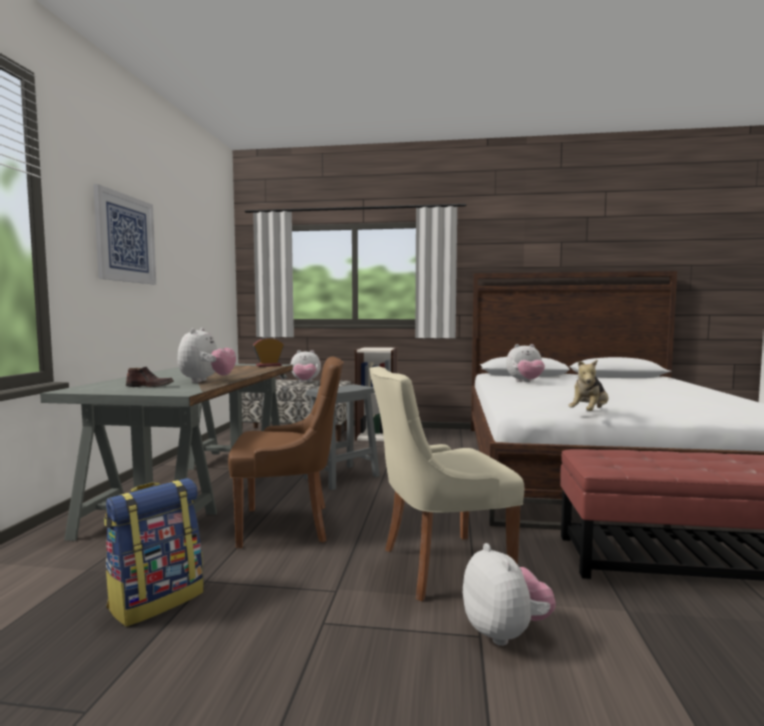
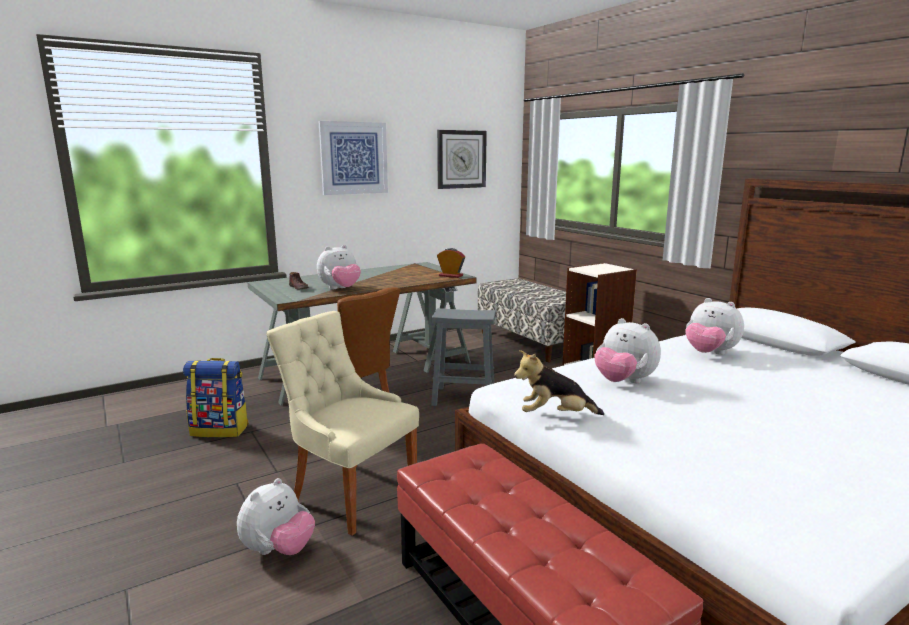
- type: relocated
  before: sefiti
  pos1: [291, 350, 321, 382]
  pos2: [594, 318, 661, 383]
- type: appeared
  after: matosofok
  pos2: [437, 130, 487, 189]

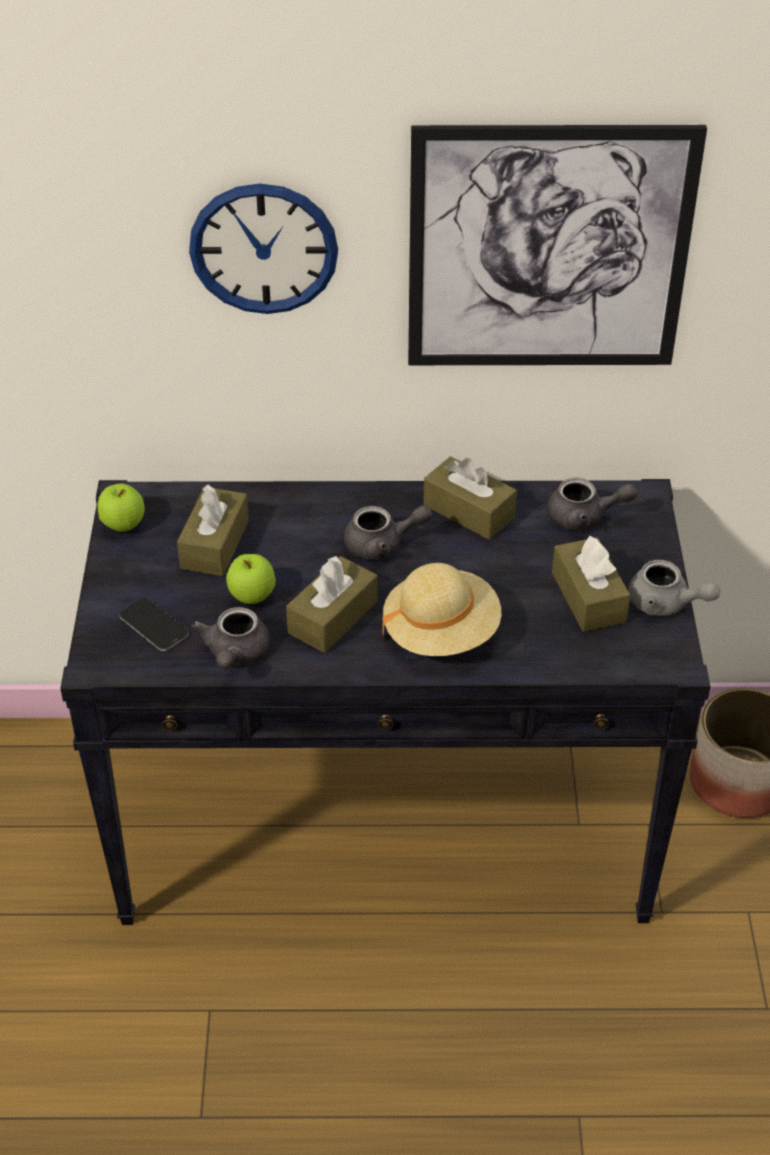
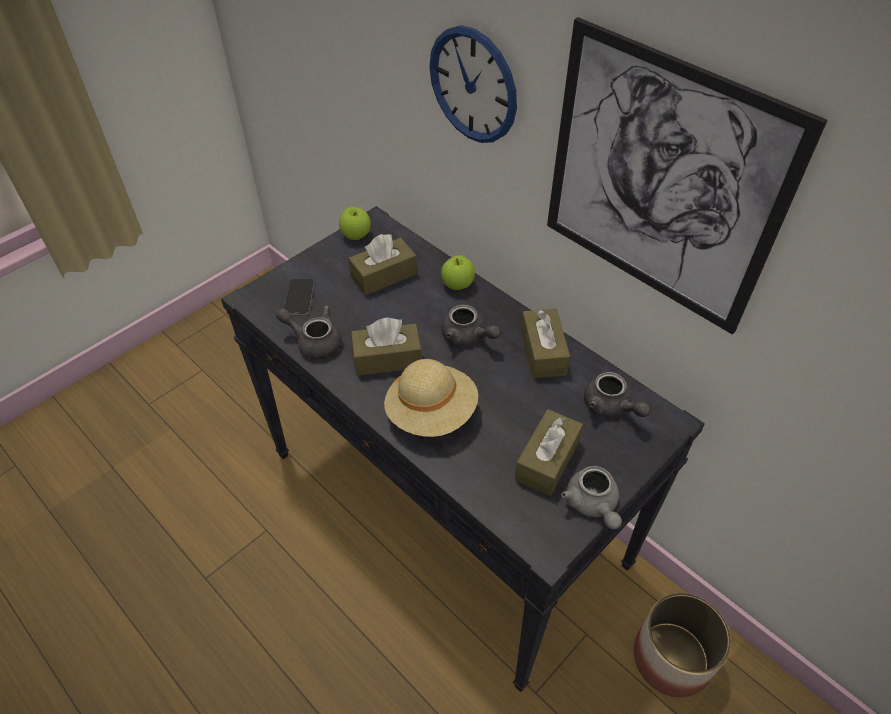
- type: spun
  before: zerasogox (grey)
  pos1: [192, 607, 270, 669]
  pos2: [276, 306, 342, 359]
  turn: 60
- type: relocated
  before: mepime
  pos1: [226, 554, 276, 604]
  pos2: [441, 255, 475, 290]

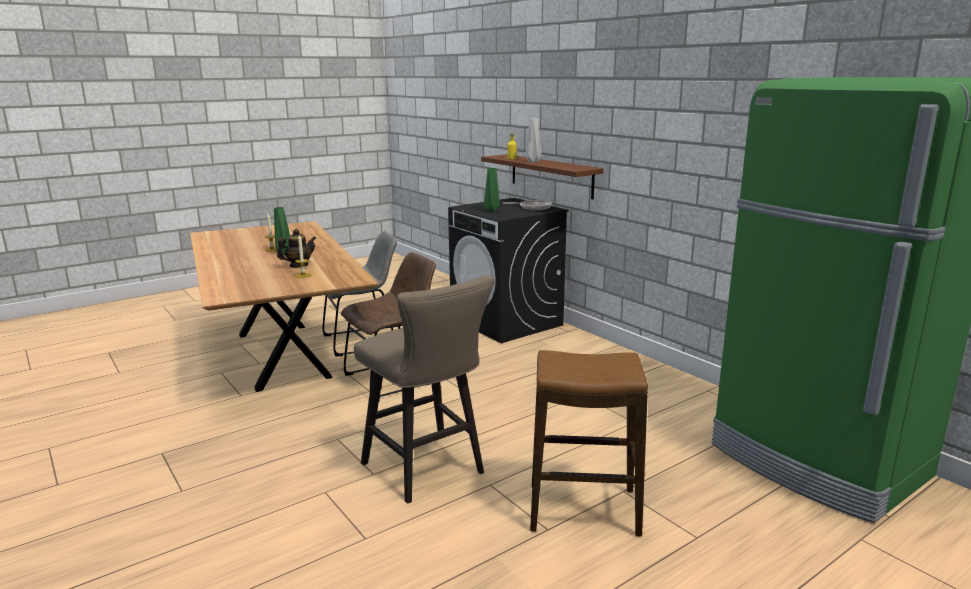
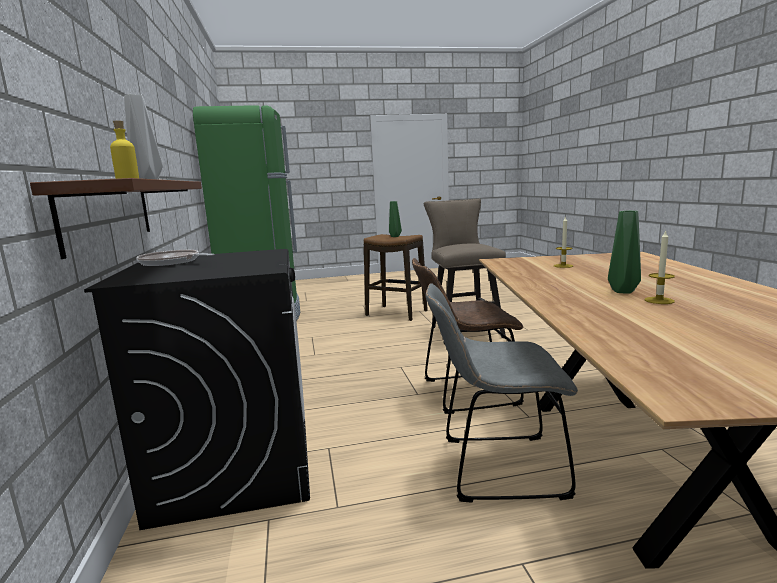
- type: missing
  before: zerasogox
  pos1: [277, 229, 316, 267]
- type: relocated
  before: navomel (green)
  pos1: [484, 168, 500, 212]
  pos2: [389, 201, 402, 237]

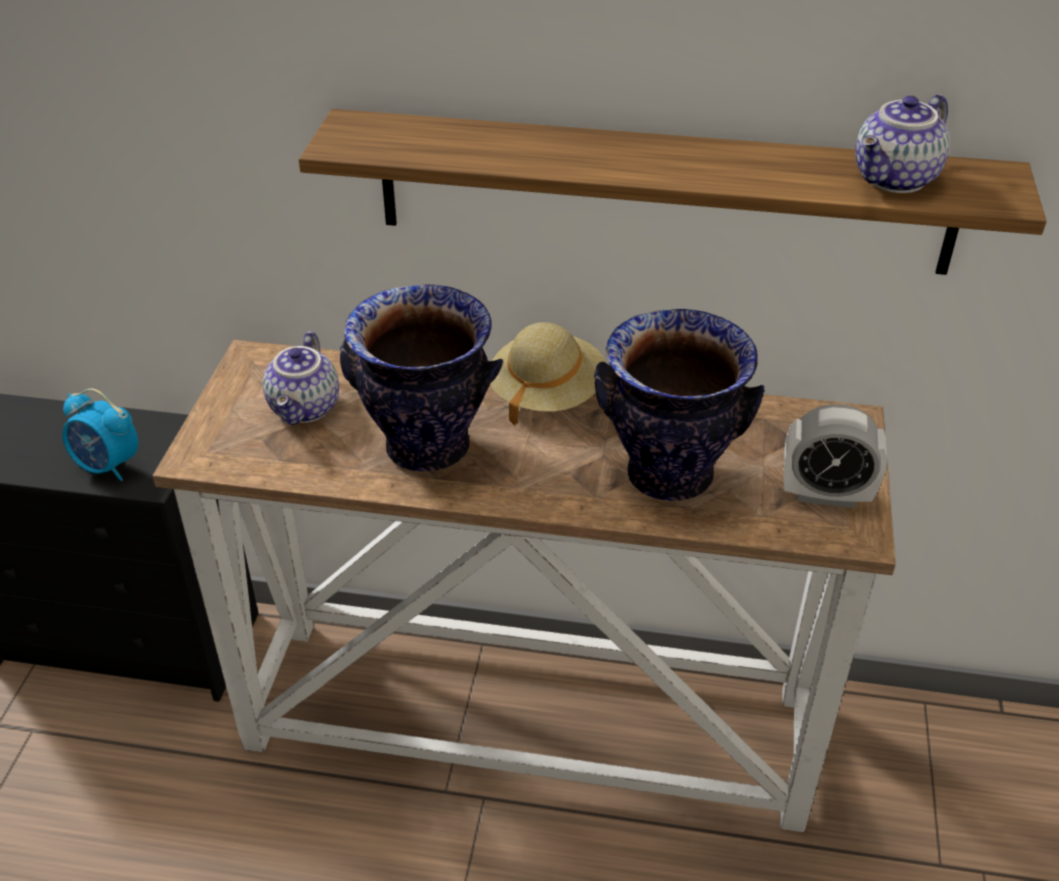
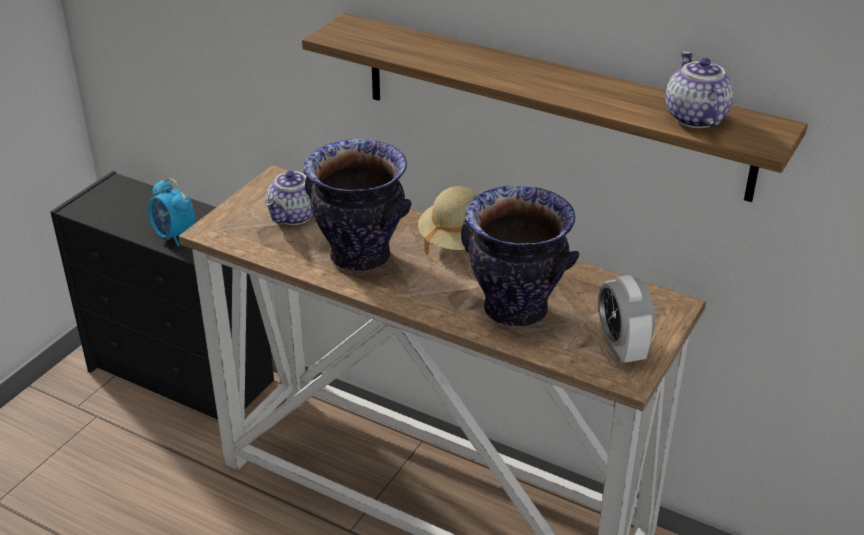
- type: spun
  before: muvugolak
  pos1: [783, 404, 887, 508]
  pos2: [598, 275, 655, 363]
  turn: 45
- type: spun
  before: zerasogox
  pos1: [855, 94, 950, 193]
  pos2: [666, 51, 734, 128]
  turn: 105

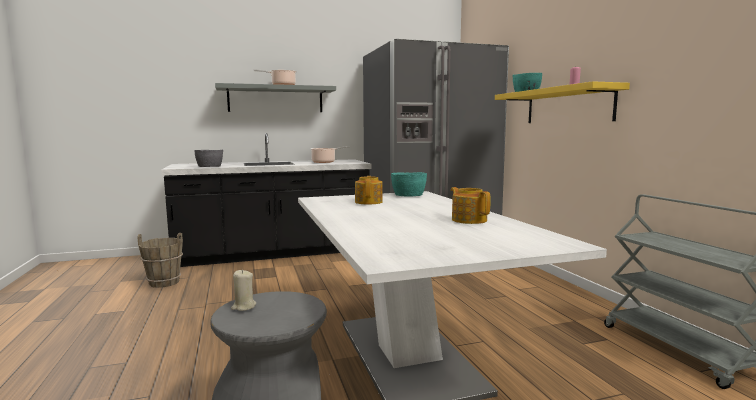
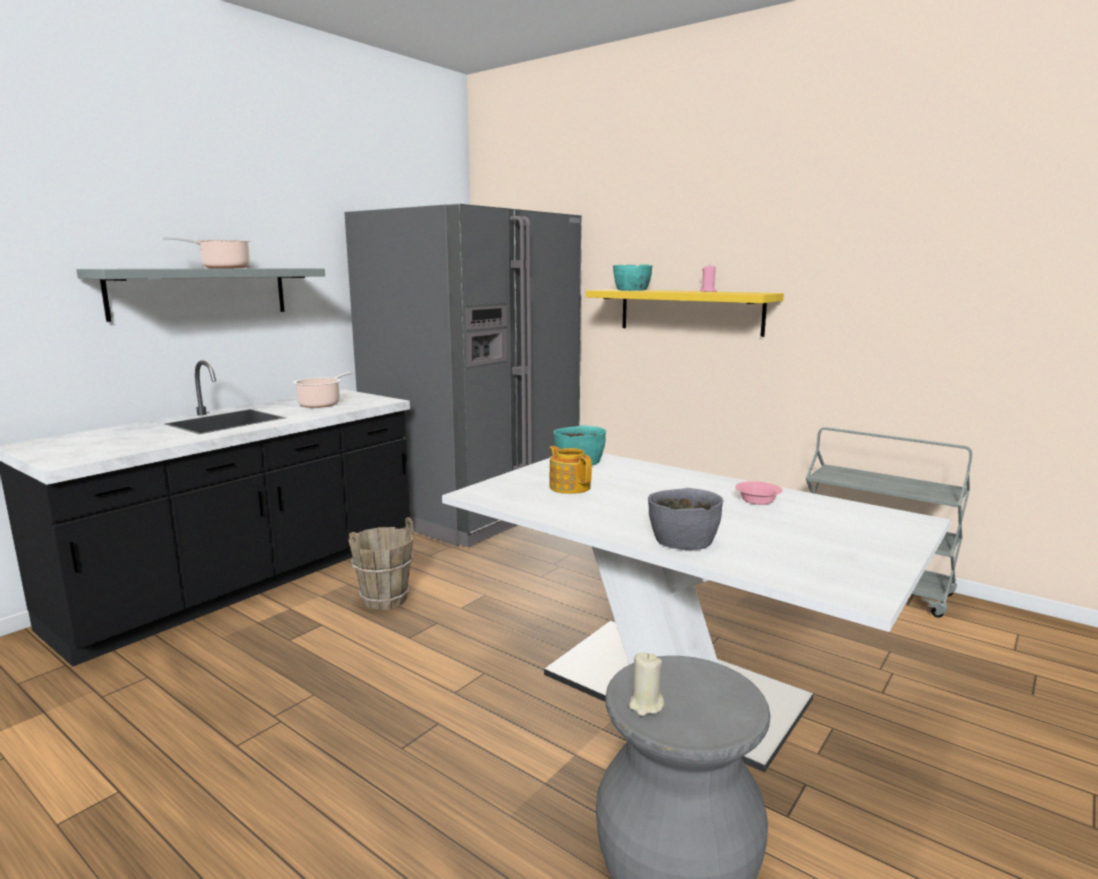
- type: relocated
  before: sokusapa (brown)
  pos1: [137, 233, 183, 288]
  pos2: [348, 517, 414, 610]
- type: relocated
  before: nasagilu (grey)
  pos1: [194, 150, 223, 167]
  pos2: [648, 488, 723, 550]
- type: exchanged
  before: zerasogox
  after: nasagilu (pink)
  pos1: [451, 187, 491, 224]
  pos2: [735, 481, 783, 505]

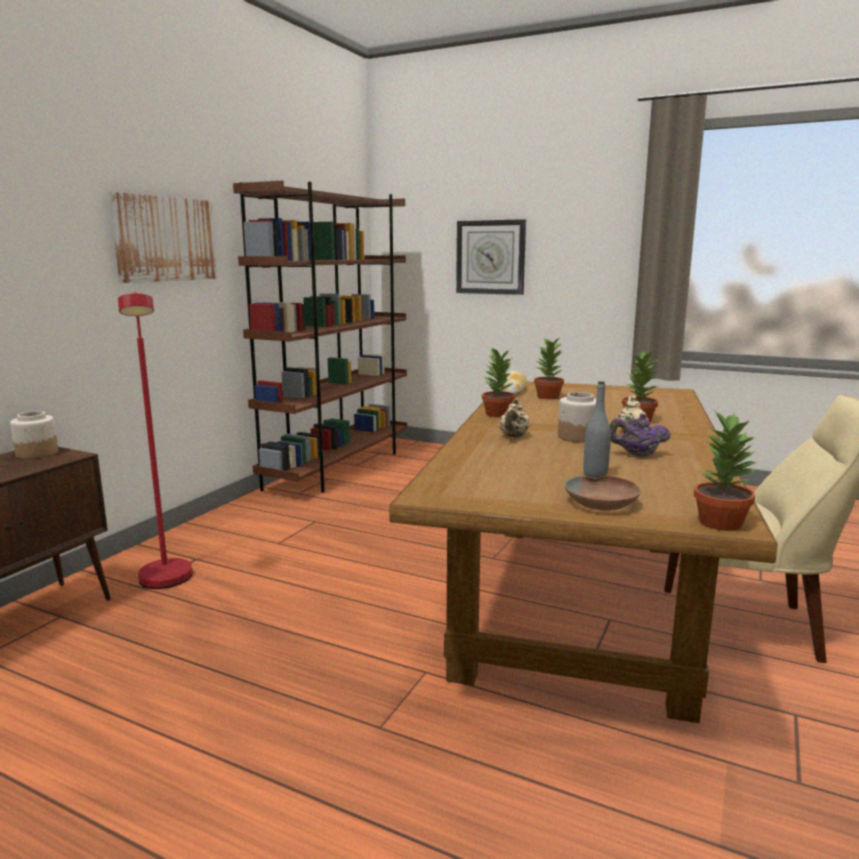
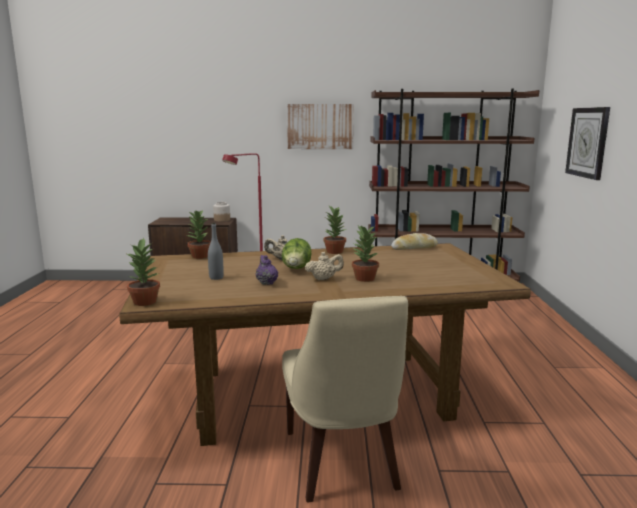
- type: relocated
  before: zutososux
  pos1: [533, 336, 564, 399]
  pos2: [187, 211, 211, 259]
- type: exchanged
  before: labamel
  after: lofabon
  pos1: [558, 392, 596, 443]
  pos2: [282, 238, 312, 269]
- type: missing
  before: nasagilu (brown)
  pos1: [565, 476, 641, 511]

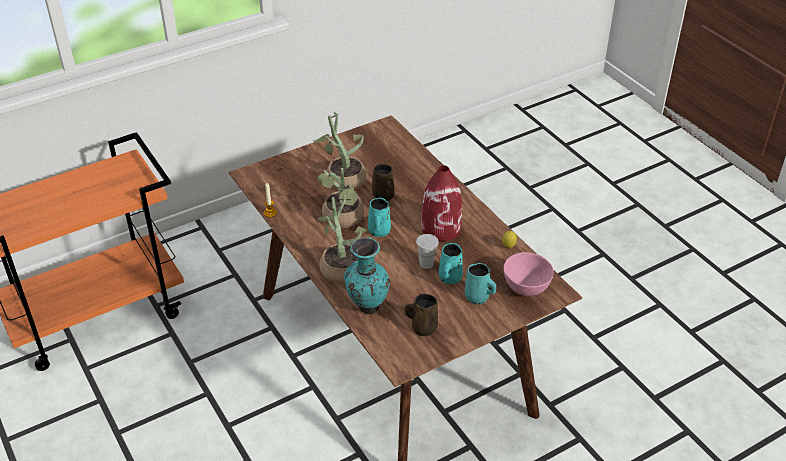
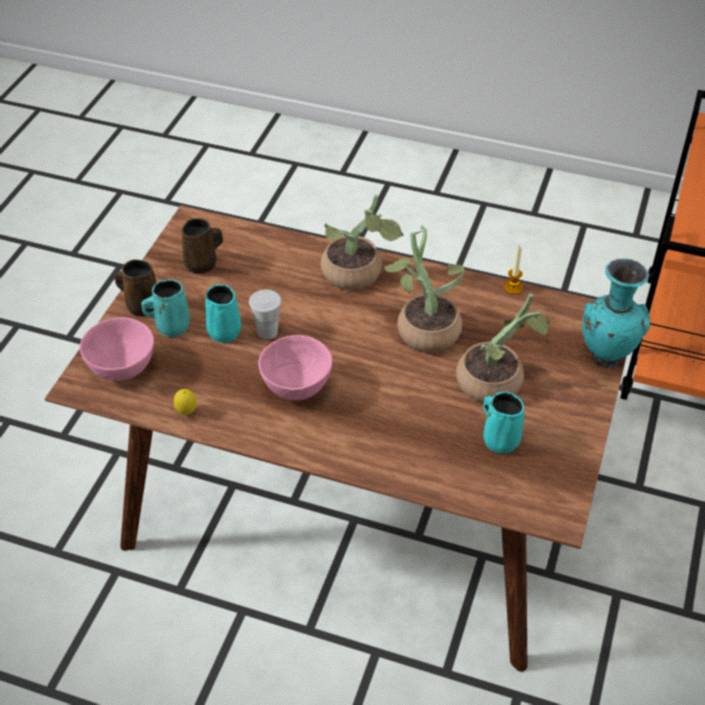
- type: relocated
  before: navomel (turquoise)
  pos1: [344, 237, 390, 314]
  pos2: [582, 259, 650, 368]
- type: relocated
  before: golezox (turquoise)
  pos1: [368, 198, 391, 237]
  pos2: [483, 391, 524, 454]
- type: relocated
  before: golezox (brown)
  pos1: [372, 164, 394, 201]
  pos2: [114, 260, 157, 317]
- type: exchanged
  before: navomel (red)
  after: nasagilu (pink)
  pos1: [421, 165, 462, 241]
  pos2: [258, 335, 332, 400]

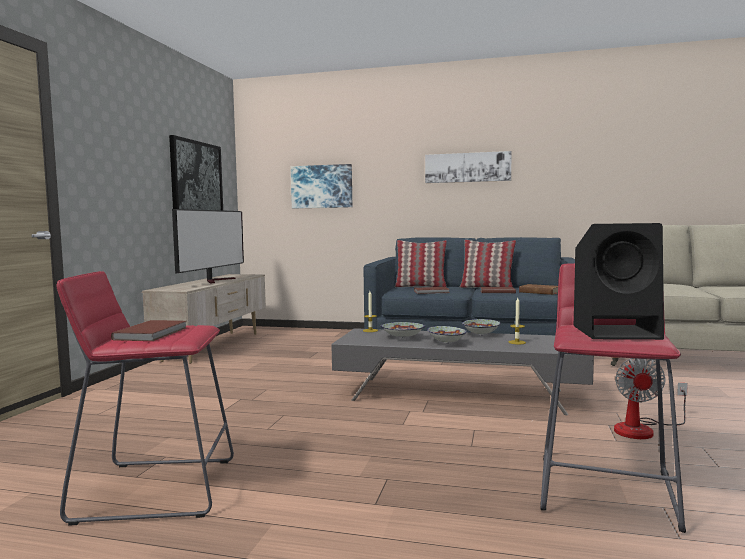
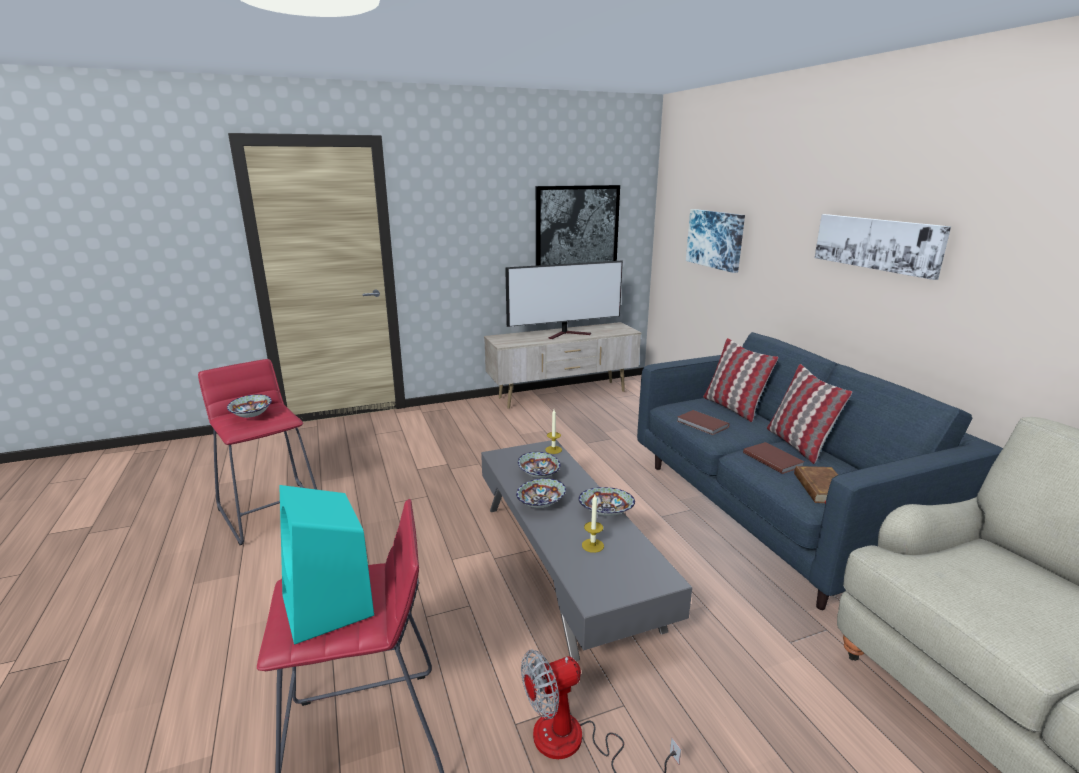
- type: exchanged
  before: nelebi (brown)
  after: nasagilu
  pos1: [111, 320, 186, 341]
  pos2: [227, 394, 272, 418]
- type: colour
  before: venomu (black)
  after: venomu (turquoise)
  pos1: [574, 223, 664, 340]
  pos2: [279, 485, 374, 645]

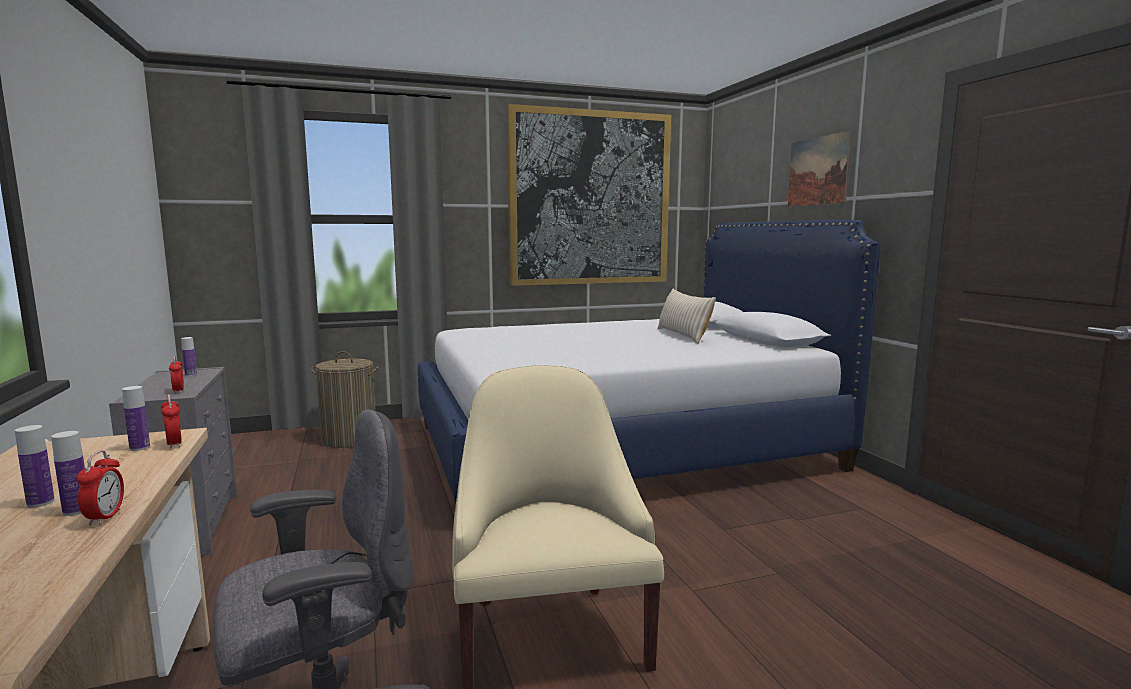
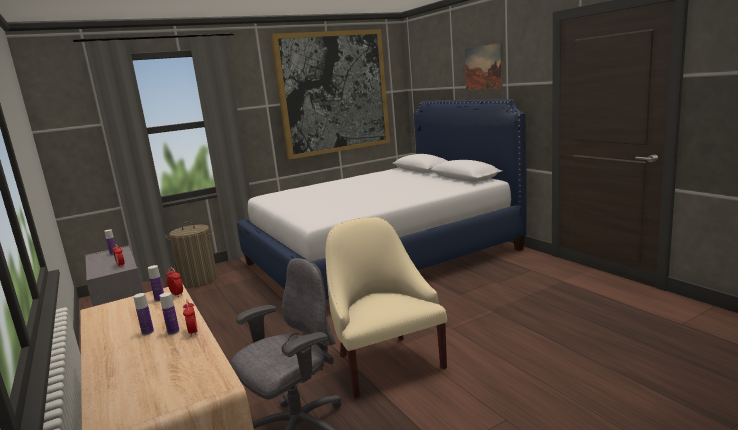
- type: missing
  before: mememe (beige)
  pos1: [658, 289, 716, 344]

